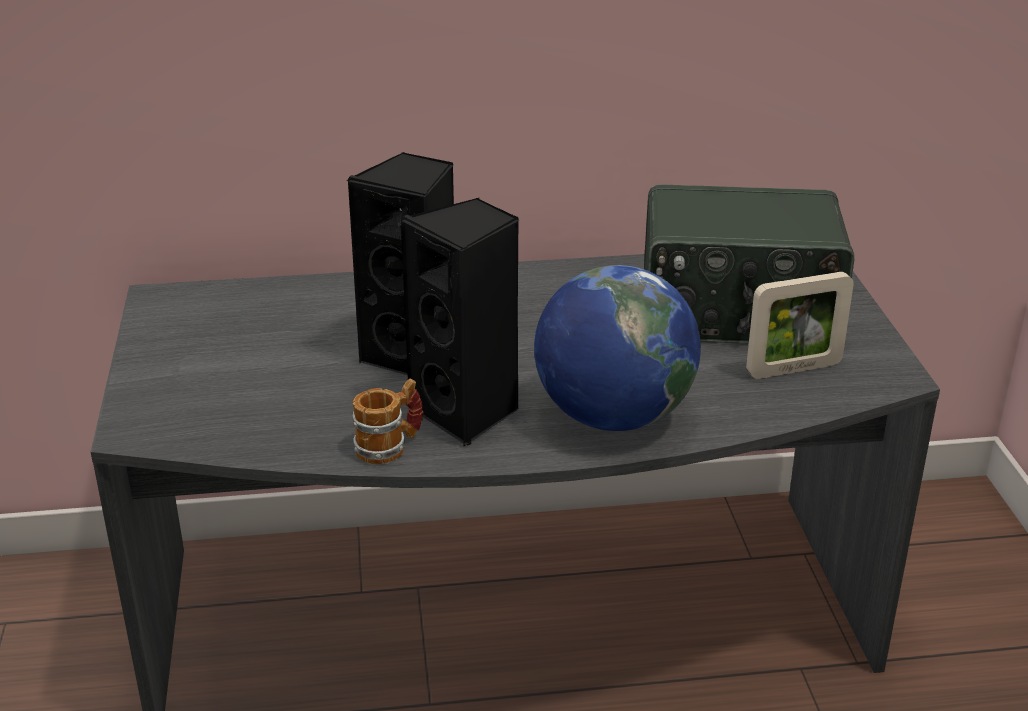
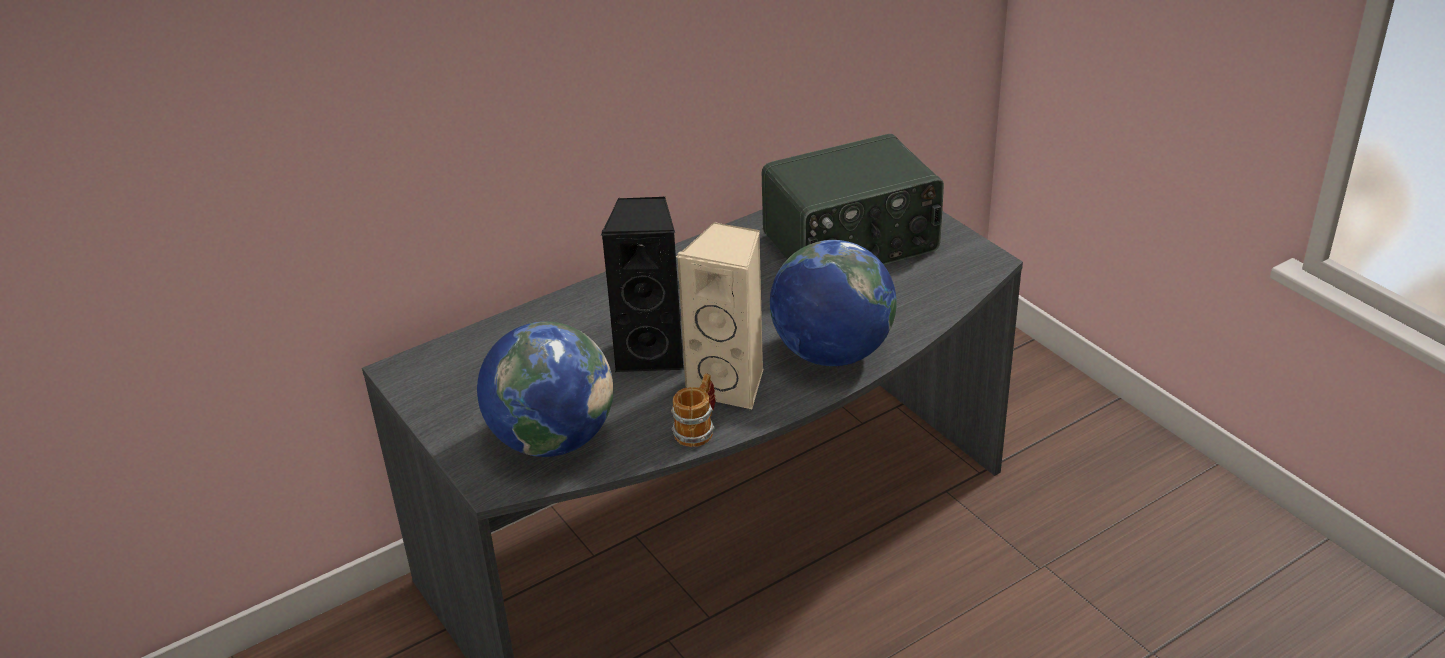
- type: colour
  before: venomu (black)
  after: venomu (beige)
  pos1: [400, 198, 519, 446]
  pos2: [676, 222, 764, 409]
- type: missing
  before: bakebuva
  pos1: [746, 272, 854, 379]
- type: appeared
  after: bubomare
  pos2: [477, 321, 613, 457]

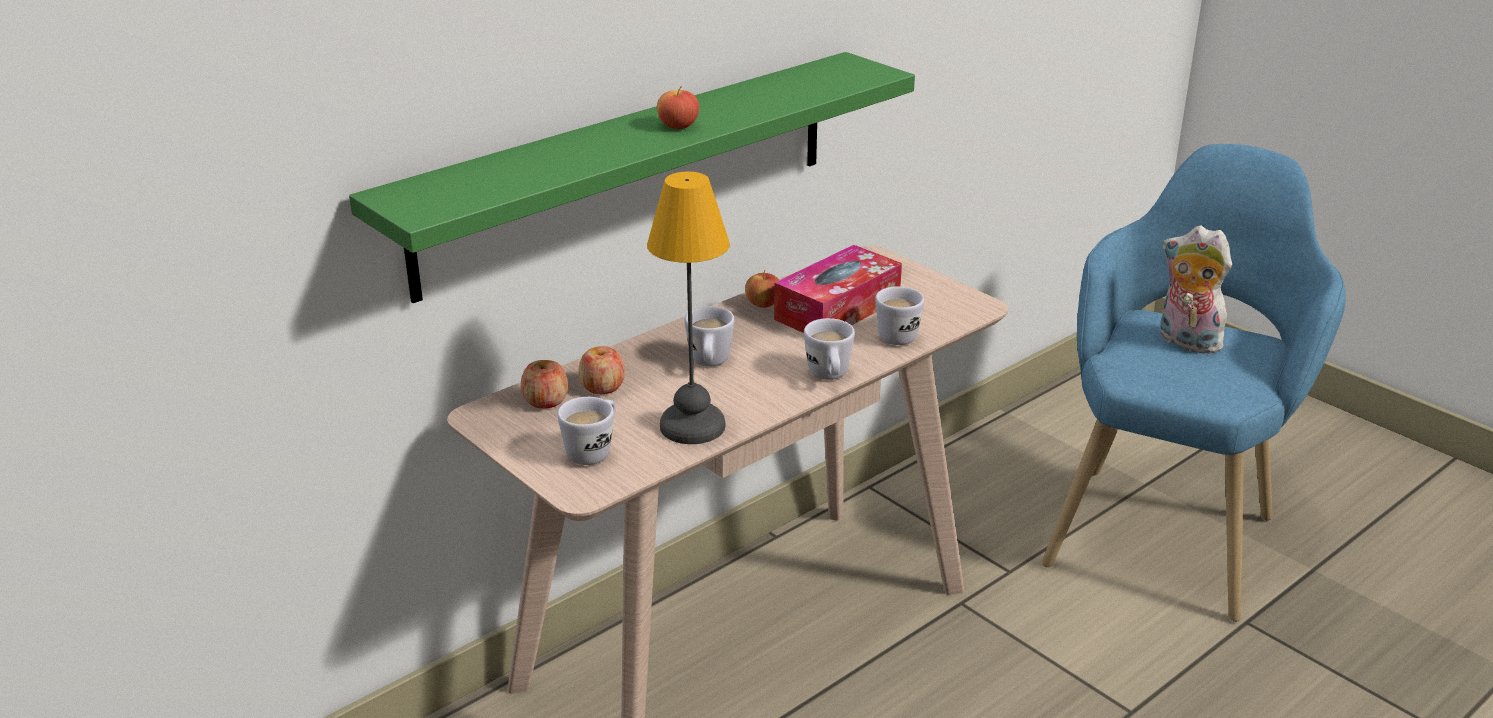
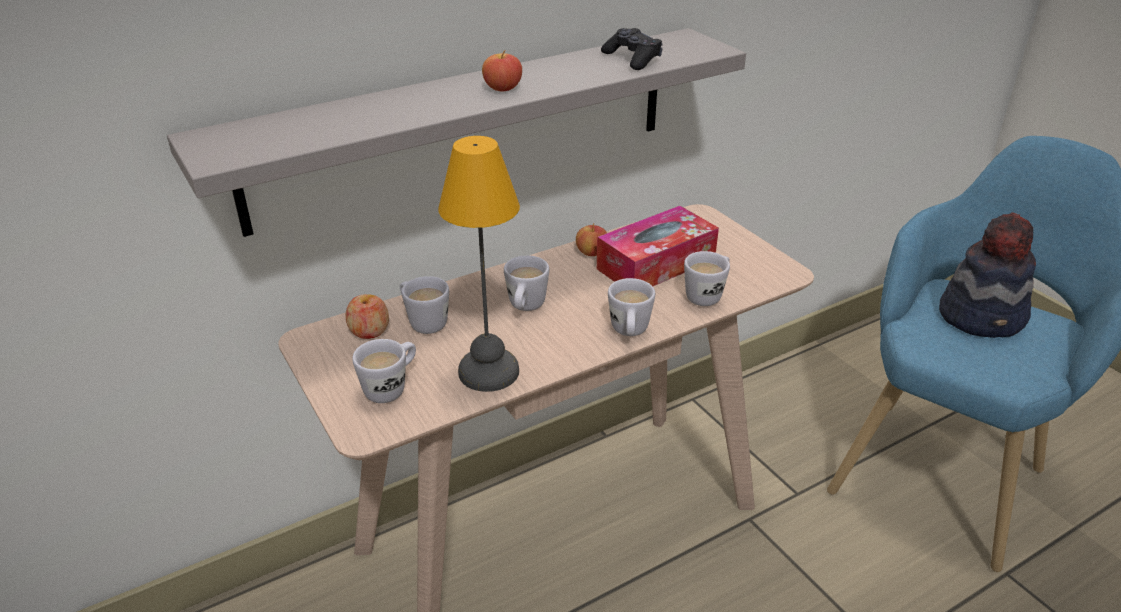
- type: colour
  before: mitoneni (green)
  after: mitoneni (grey)
  pos1: [349, 52, 915, 303]
  pos2: [167, 28, 746, 237]
- type: exchanged
  before: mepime
  after: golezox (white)
  pos1: [578, 346, 625, 394]
  pos2: [400, 276, 449, 334]
- type: exchanged
  before: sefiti
  after: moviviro
  pos1: [1160, 226, 1232, 354]
  pos2: [939, 212, 1036, 338]
- type: appeared
  after: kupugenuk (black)
  pos2: [601, 28, 663, 70]

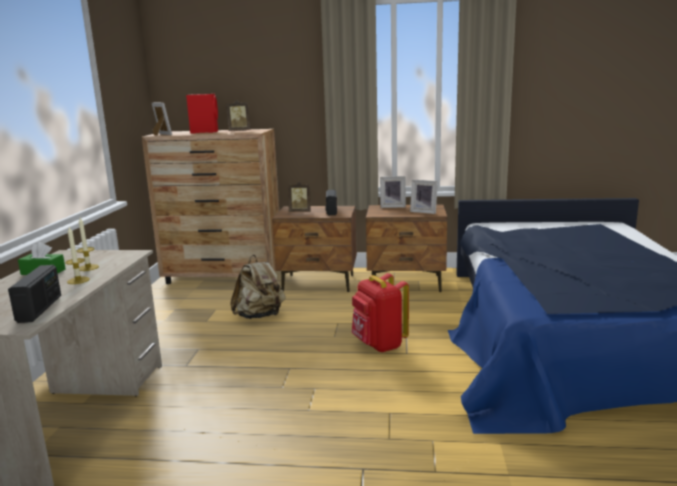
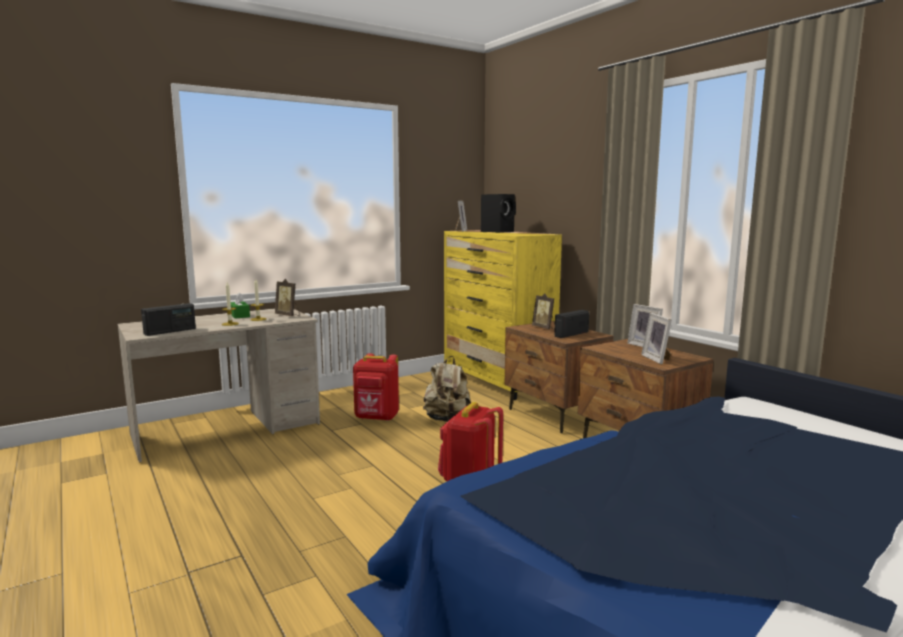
- type: colour
  before: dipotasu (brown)
  after: dipotasu (yellow)
  pos1: [142, 129, 279, 284]
  pos2: [444, 230, 562, 400]
- type: colour
  before: venomu (red)
  after: venomu (black)
  pos1: [186, 94, 218, 134]
  pos2: [481, 194, 516, 233]
- type: relocated
  before: bakebuva
  pos1: [226, 100, 251, 131]
  pos2: [275, 279, 300, 316]
- type: appeared
  after: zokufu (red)
  pos2: [353, 353, 399, 421]

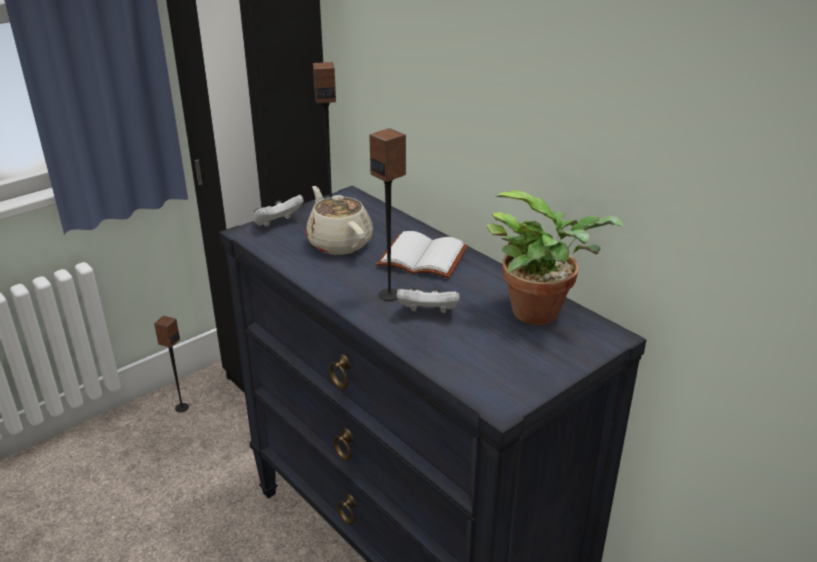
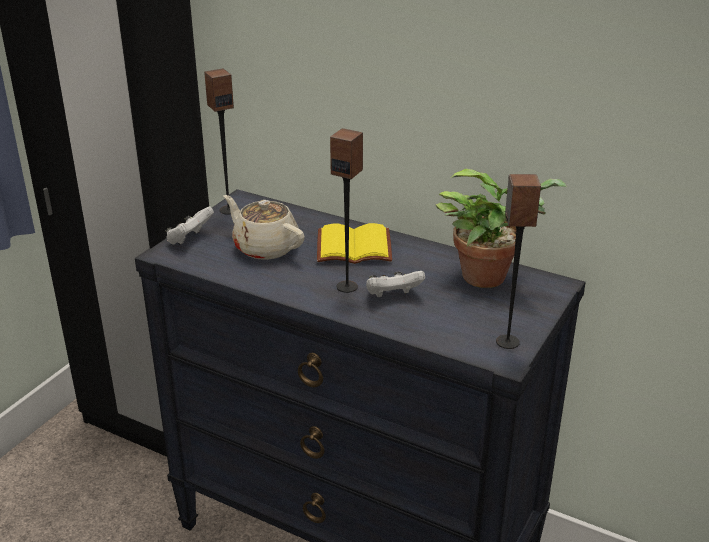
- type: relocated
  before: venomu
  pos1: [154, 316, 189, 412]
  pos2: [496, 174, 541, 349]
- type: colour
  before: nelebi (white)
  after: nelebi (yellow)
  pos1: [376, 231, 468, 278]
  pos2: [317, 223, 392, 264]

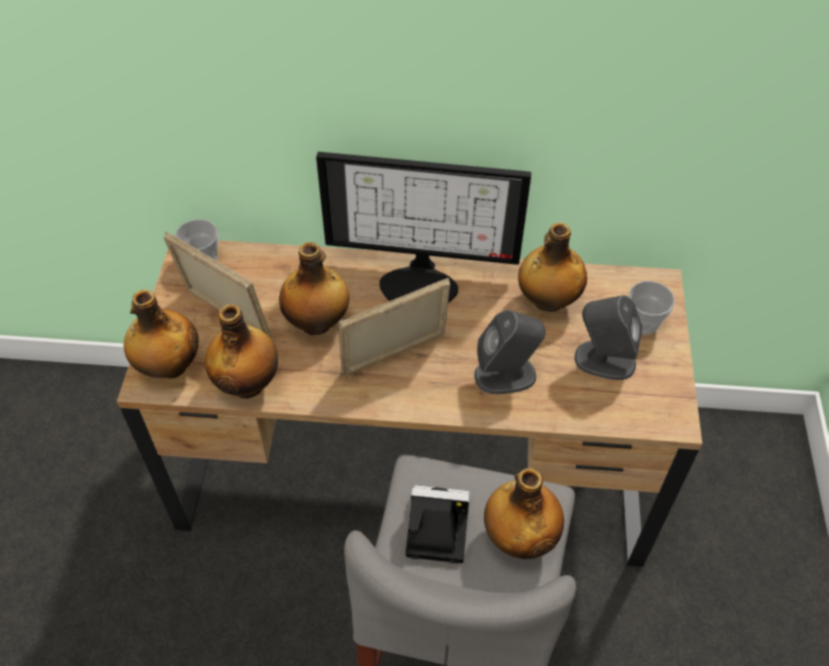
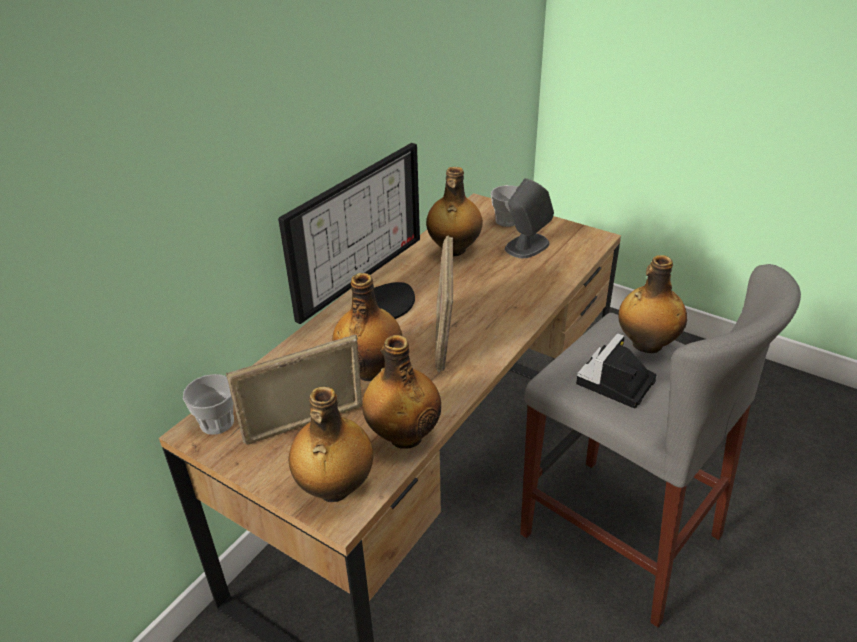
- type: missing
  before: venomu (grey)
  pos1: [474, 310, 546, 394]

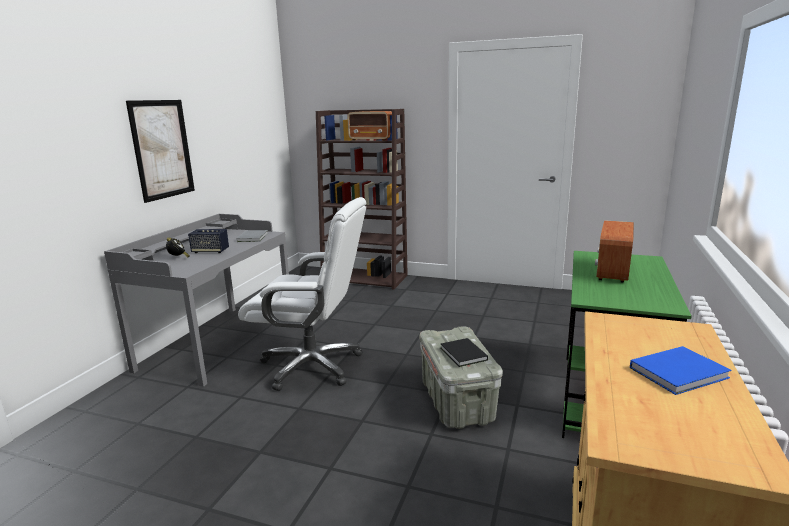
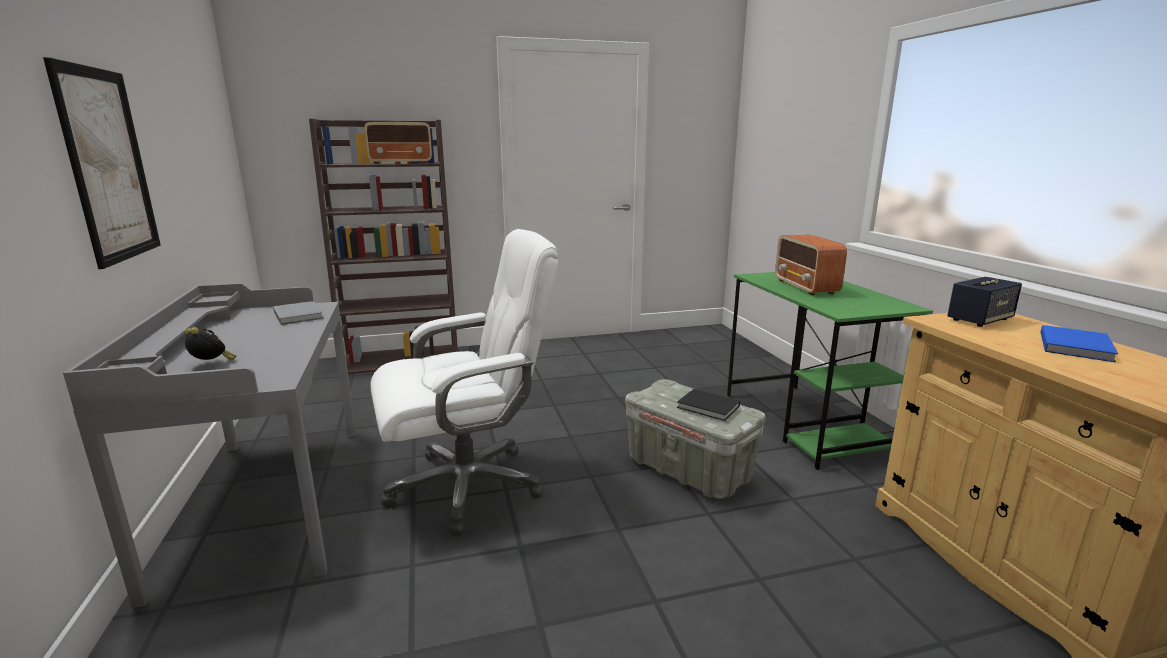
- type: relocated
  before: venomu
  pos1: [188, 229, 229, 253]
  pos2: [947, 277, 1022, 327]

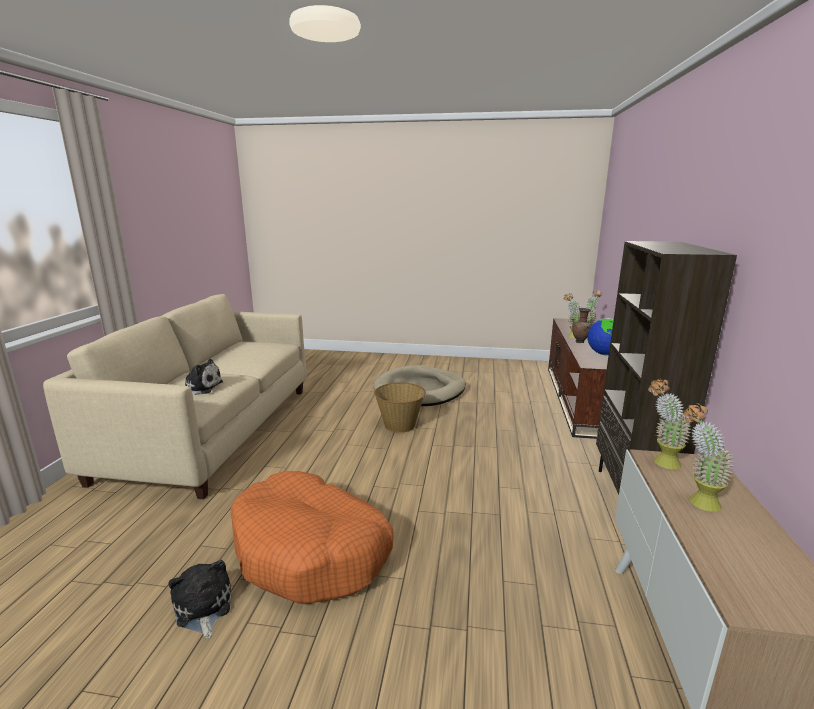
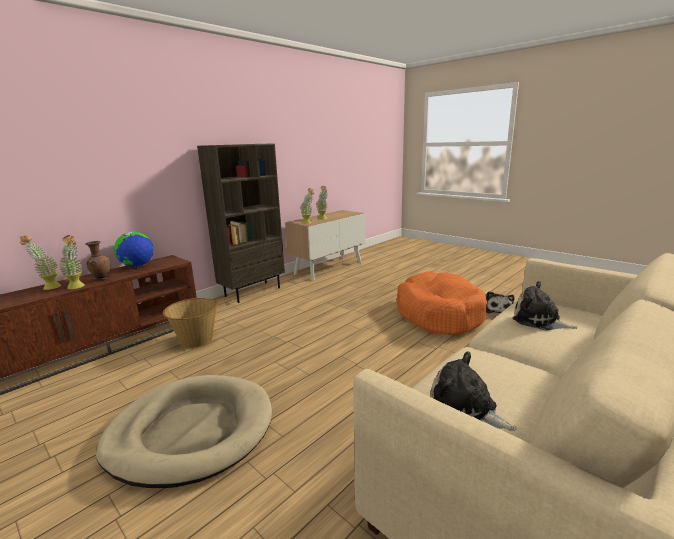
- type: relocated
  before: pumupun
  pos1: [374, 382, 426, 433]
  pos2: [163, 298, 218, 348]
- type: appeared
  after: sefiti
  pos2: [430, 351, 517, 431]

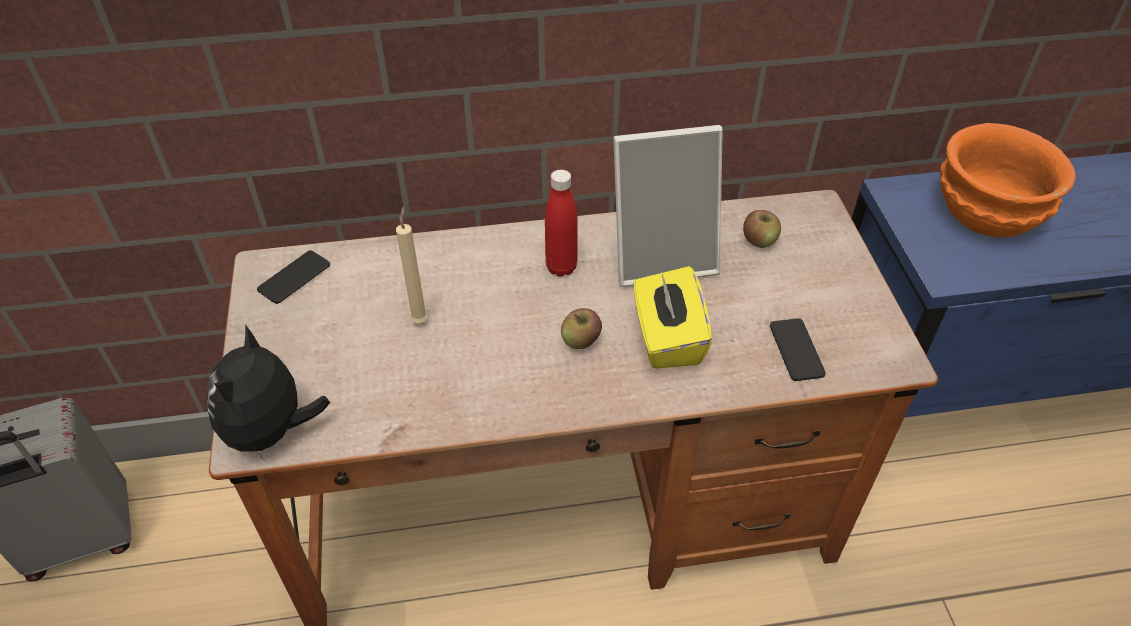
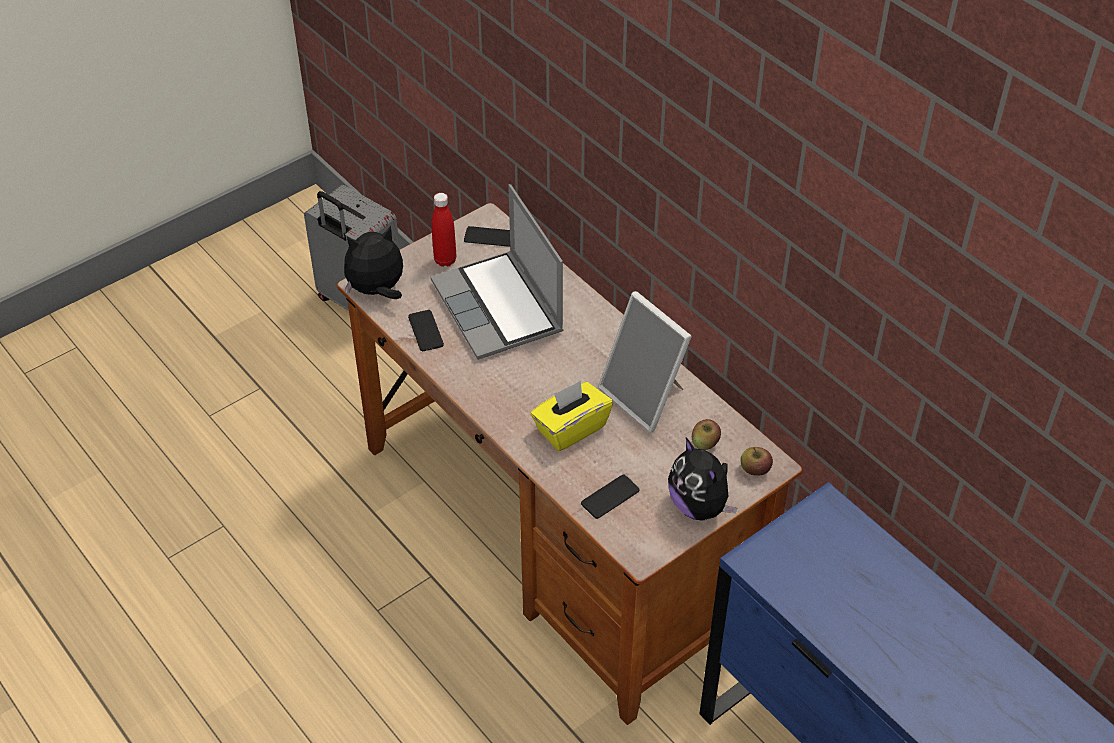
- type: exchanged
  before: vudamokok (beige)
  after: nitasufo
  pos1: [396, 206, 428, 323]
  pos2: [430, 184, 564, 360]
- type: relocated
  before: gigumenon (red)
  pos1: [545, 170, 578, 277]
  pos2: [431, 193, 456, 267]
- type: relocated
  before: mepime
  pos1: [561, 308, 602, 349]
  pos2: [740, 447, 773, 476]
- type: missing
  before: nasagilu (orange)
  pos1: [940, 123, 1075, 238]
- type: appeared
  after: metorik
  pos2: [408, 310, 444, 351]
- type: appeared
  after: sefiti
  pos2: [668, 438, 737, 521]

